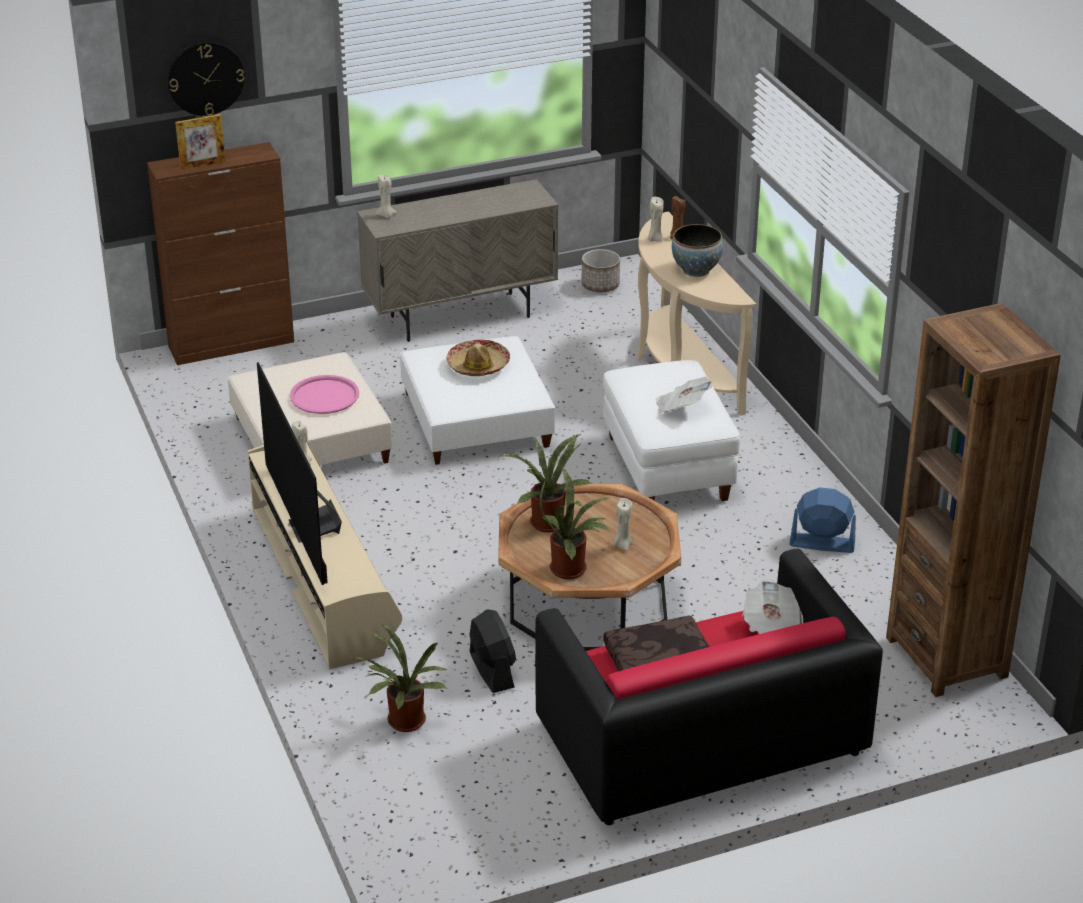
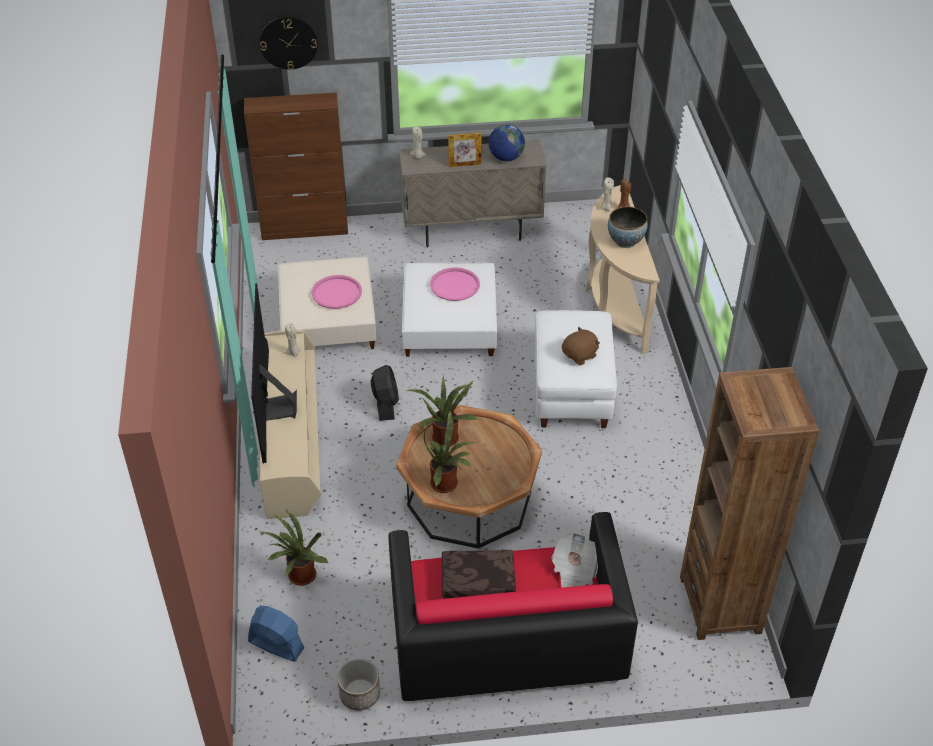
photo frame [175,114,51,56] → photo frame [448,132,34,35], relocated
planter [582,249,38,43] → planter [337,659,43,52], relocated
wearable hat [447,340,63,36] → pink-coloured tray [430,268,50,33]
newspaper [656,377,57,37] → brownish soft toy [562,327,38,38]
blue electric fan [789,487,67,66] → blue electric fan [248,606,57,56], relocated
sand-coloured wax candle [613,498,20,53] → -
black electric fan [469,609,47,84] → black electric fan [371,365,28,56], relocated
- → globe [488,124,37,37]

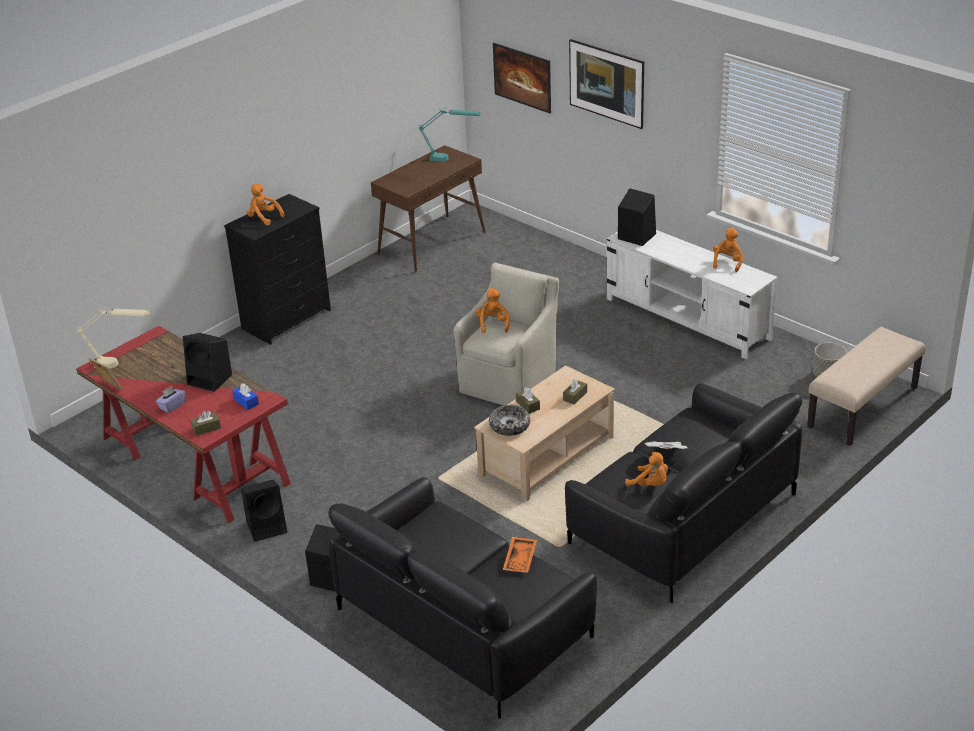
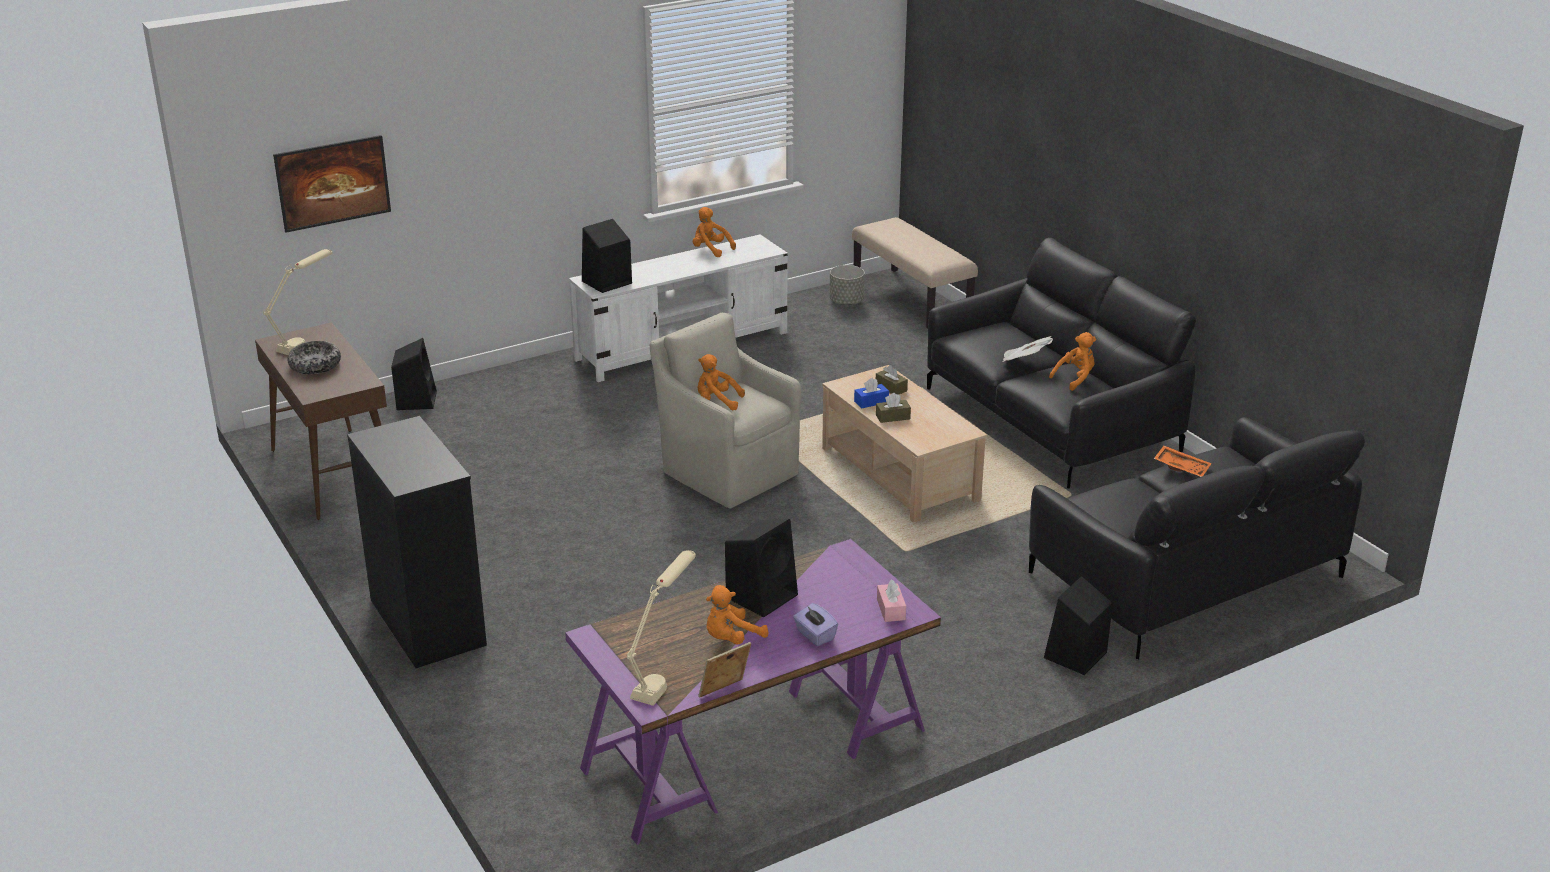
wall art [569,39,75,109] → -
turquoise-coloured lamp for a table [419,108,62,54] → sand-coloured lamp for a table [263,249,70,106]
orange soft toy [247,184,37,42] → orange soft toy [706,585,62,60], relocated
reddish desk [76,326,215,198] → purplish desk [565,539,376,306]
blue tissue box [232,383,27,27] → blue tissue box [854,378,35,30], relocated
serving bowl [489,405,41,31] → serving bowl [287,341,54,33], relocated
brownish tissue box [191,411,30,25] → pink-coloured tissue box [877,580,29,42]
black loudspeaker [241,480,46,62] → black loudspeaker [391,338,46,72], relocated

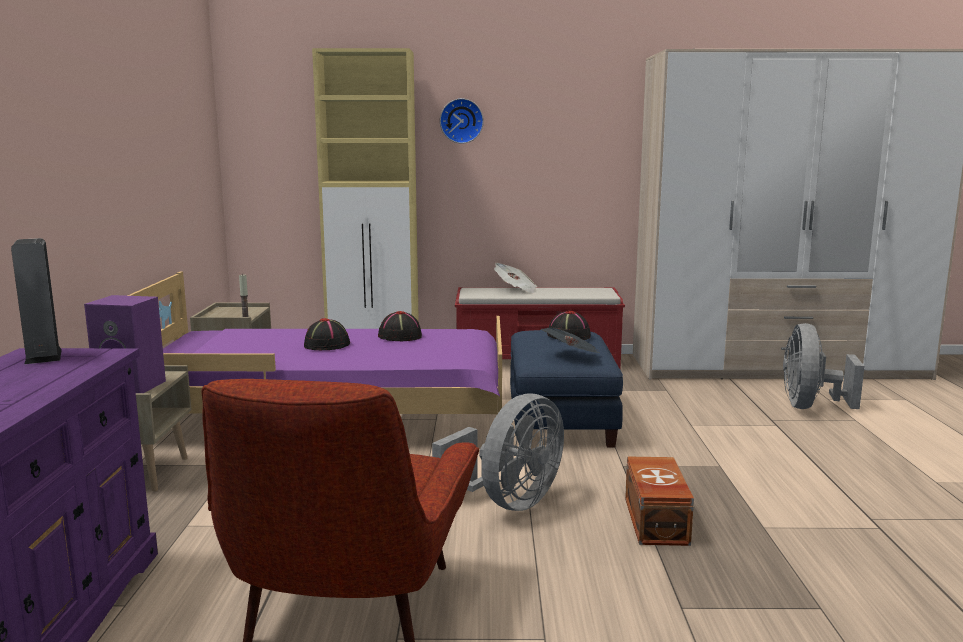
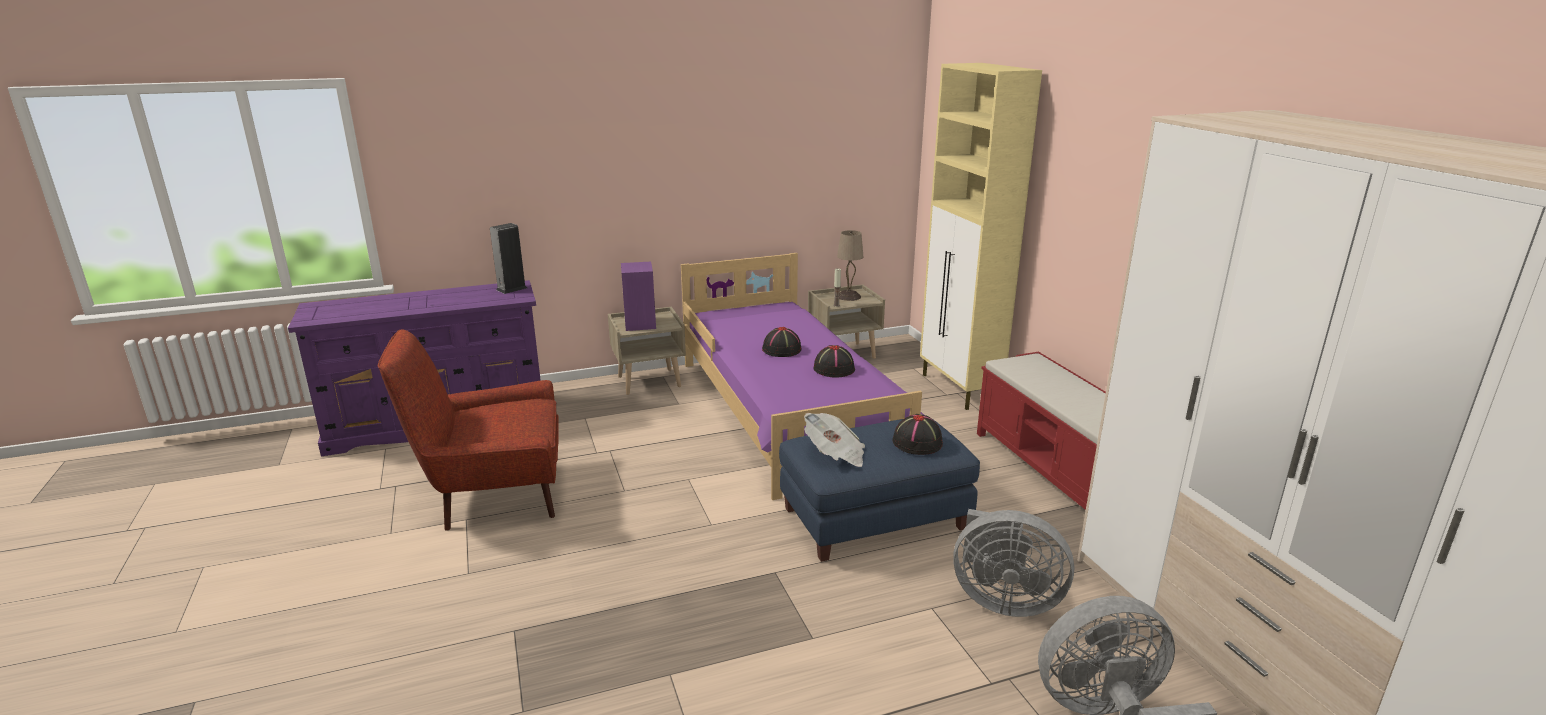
hanging clock [440,98,44,46] → -
newspaper [494,263,43,30] → -
grey electric fan [432,394,132,117] → grey electric fan [953,509,122,108], relocated
brownish storage container [625,456,69,90] → -
- → sand-coloured lamp for a table [837,230,26,71]

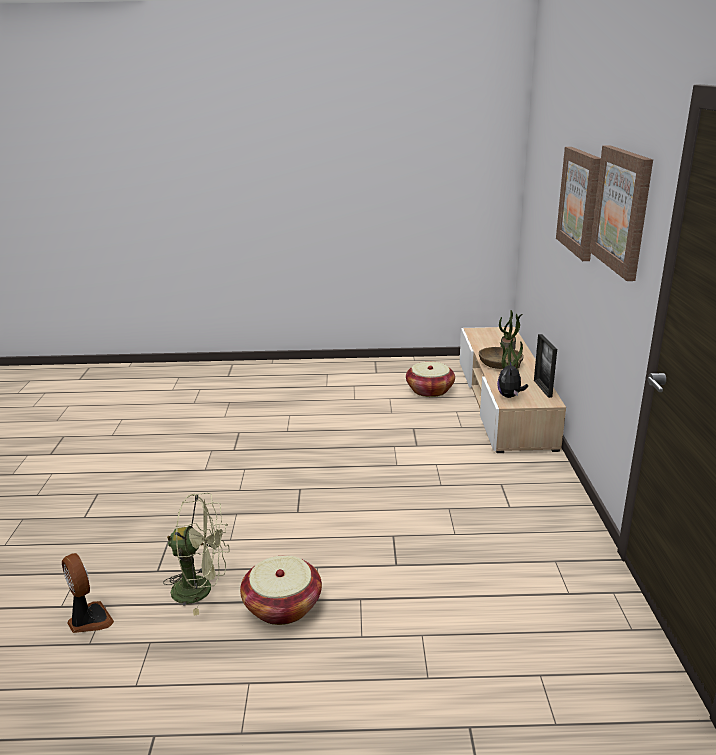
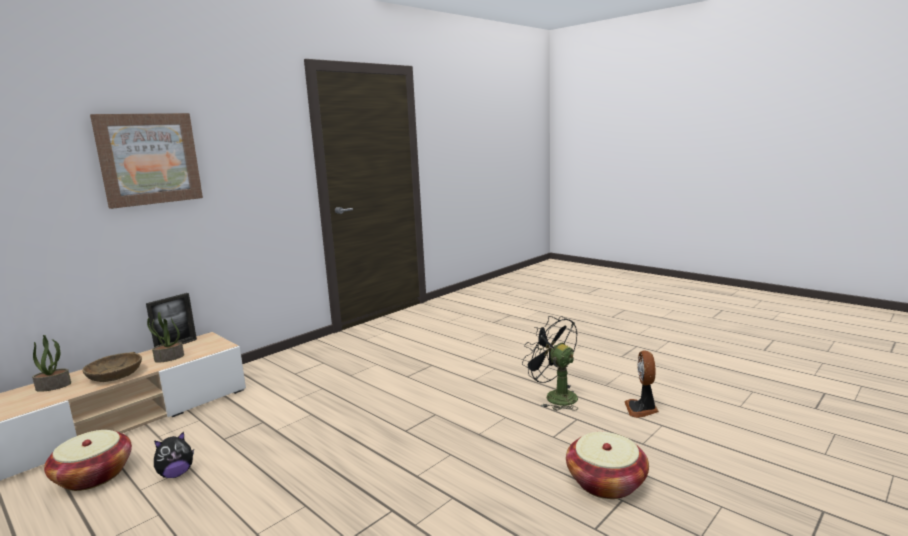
wall art [590,145,63,136] → -
soft toy [497,362,31,36] → soft toy [154,431,40,47], relocated
green electric fan [163,493,67,123] → black electric fan [522,316,56,95]
basket [240,555,82,70] → basket [566,432,83,67], relocated

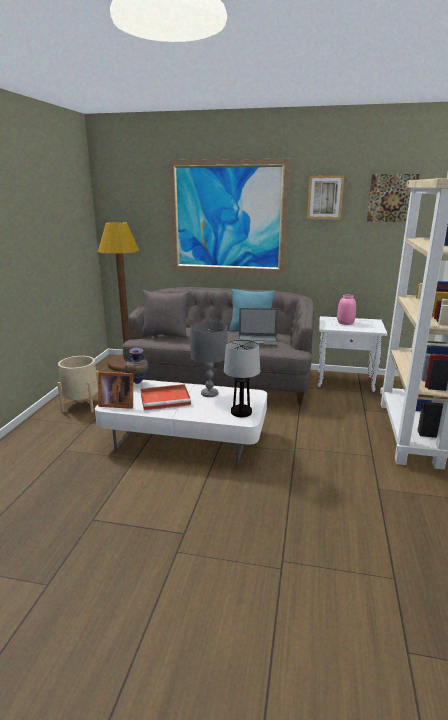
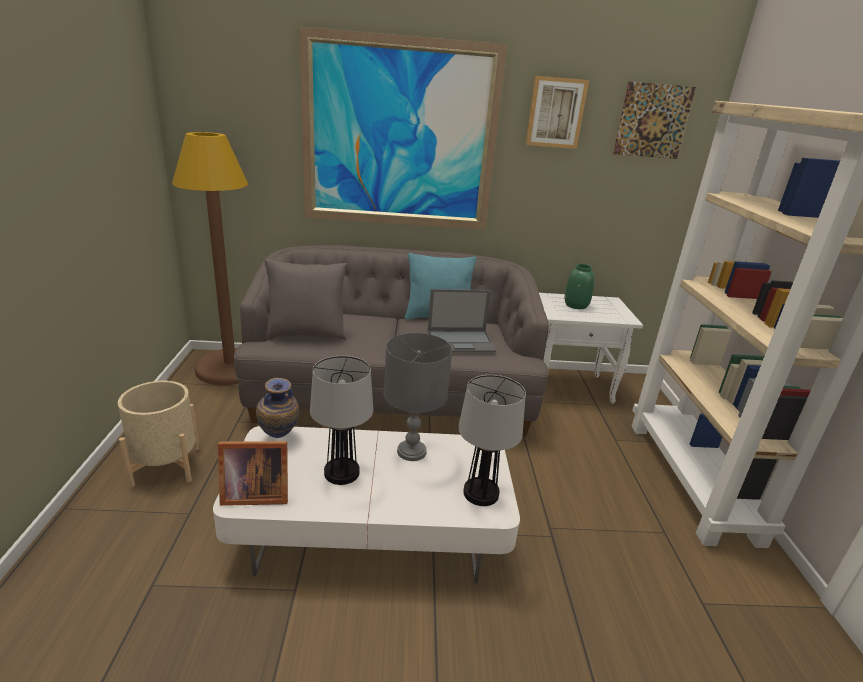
pink-coloured flower vase [337,295,19,30] → green flower vase [564,264,31,45]
reddish tray [140,384,51,26] → lamp for a table [310,356,63,129]

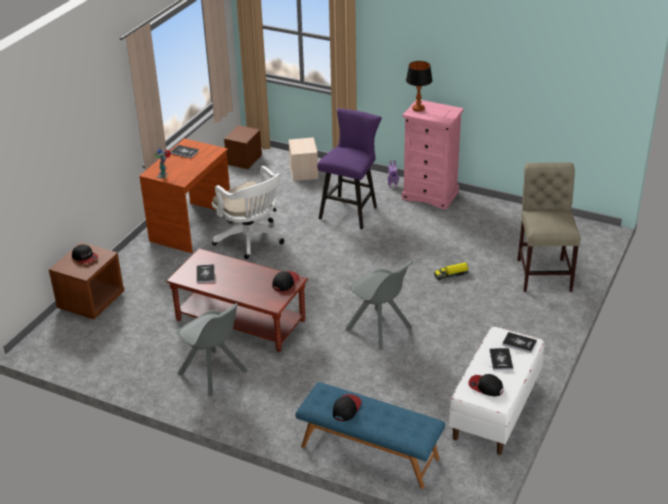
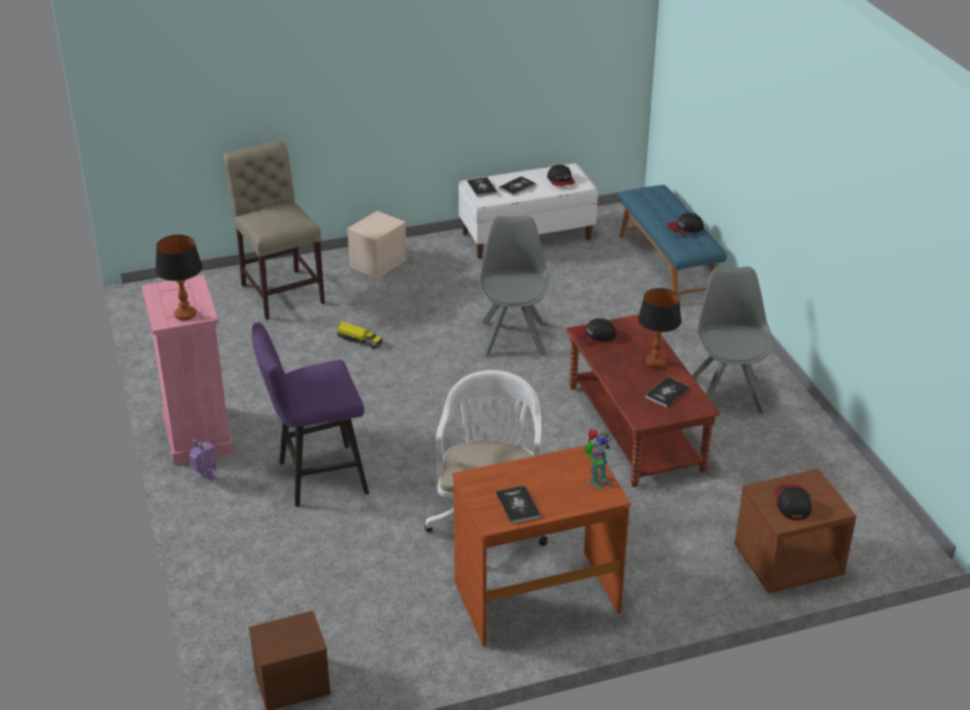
sand-coloured storage container [288,137,31,44] → sand-coloured storage container [347,211,60,68], relocated
sand-coloured plain chair [517,162,64,130] → sand-coloured plain chair [223,141,102,179], 105 degrees clockwise
- → lamp for a table [638,288,44,80]

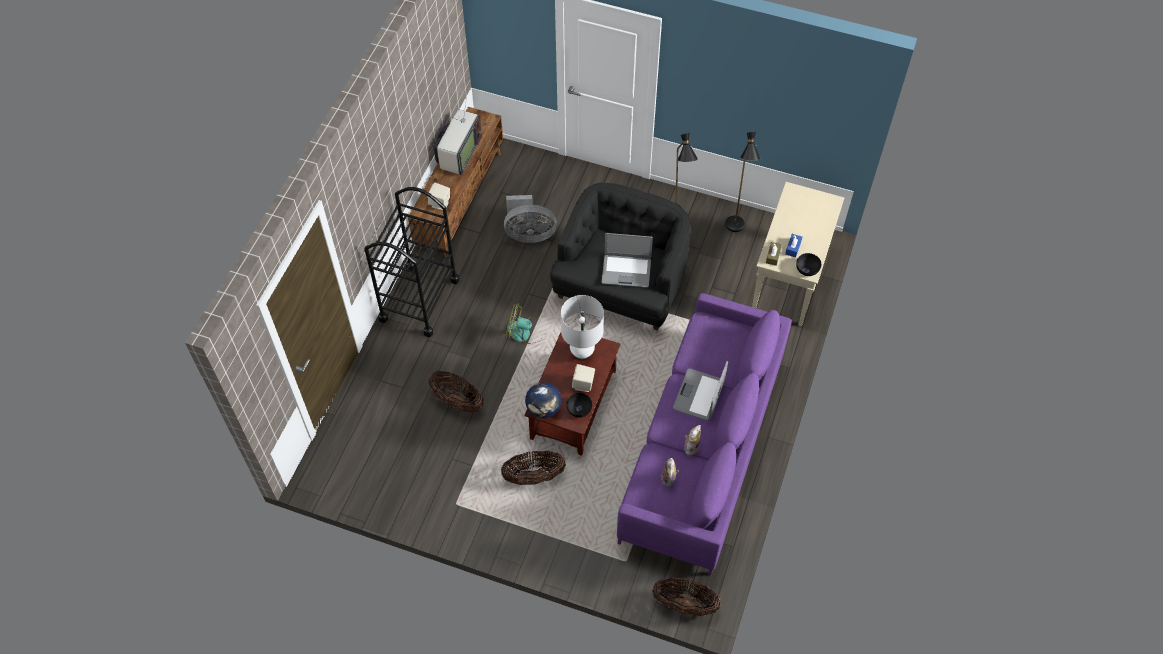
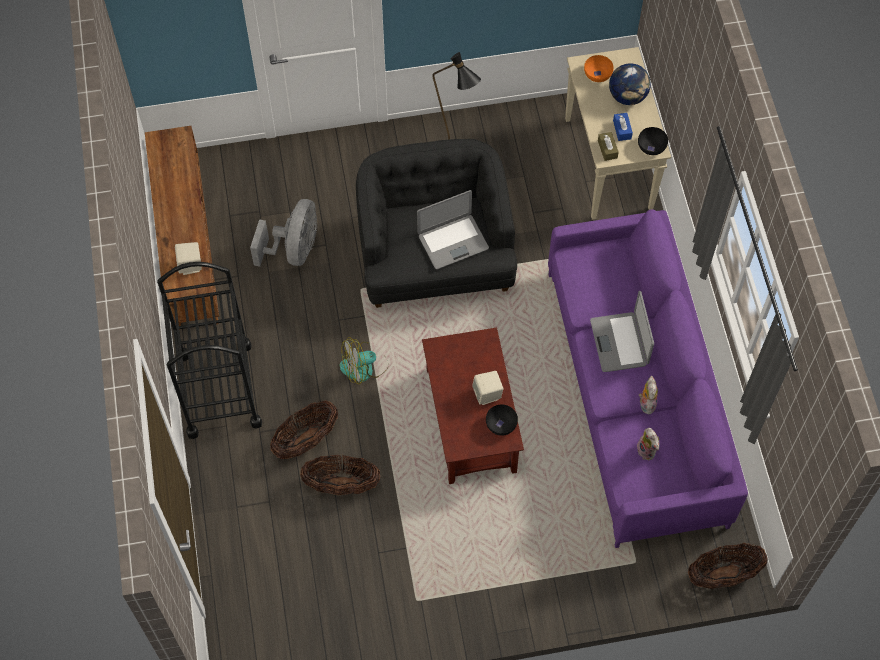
TV [433,95,49,80] → -
black floor lamp [725,132,35,100] → -
grey electric fan [504,195,53,48] → grey electric fan [250,199,67,68], 45 degrees counterclockwise
white lamp for a table [561,295,43,66] → -
globe [525,382,36,37] → globe [609,63,42,42], relocated
basket [501,450,65,35] → basket [270,401,68,58], relocated
- → orange serving bowl [584,55,30,27]

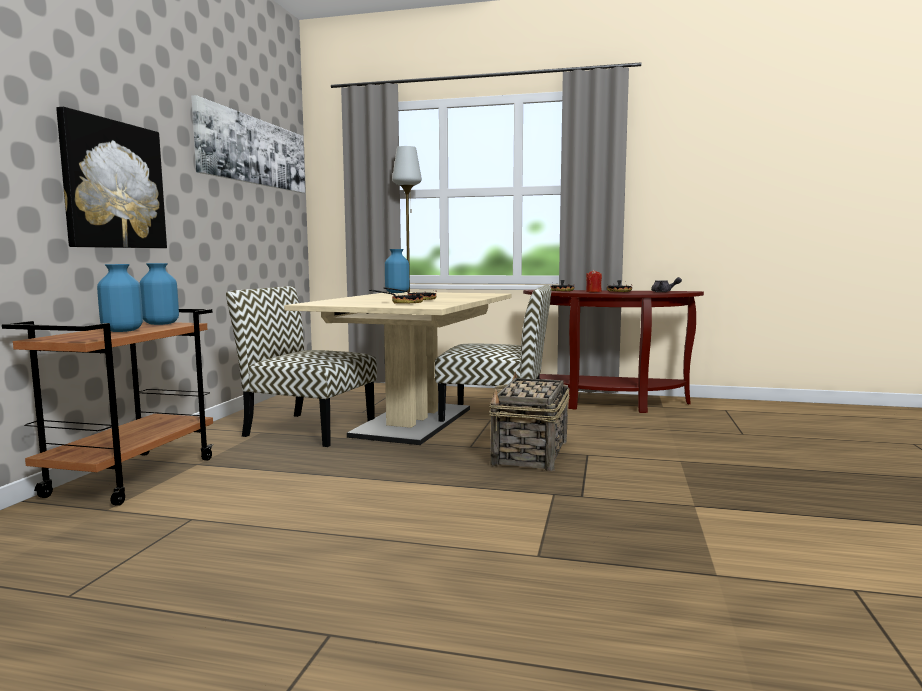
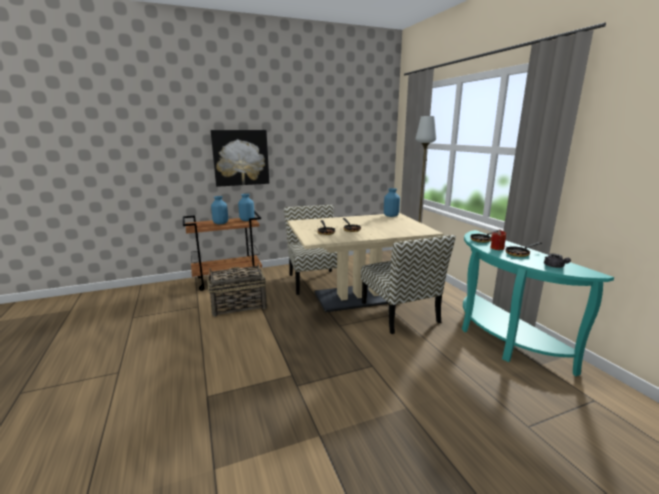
wall art [191,95,114,98] → -
brownish hall table [523,290,181,123] → turquoise-coloured hall table [462,230,152,146]
basket [489,372,80,99] → basket [207,263,60,54], relocated

